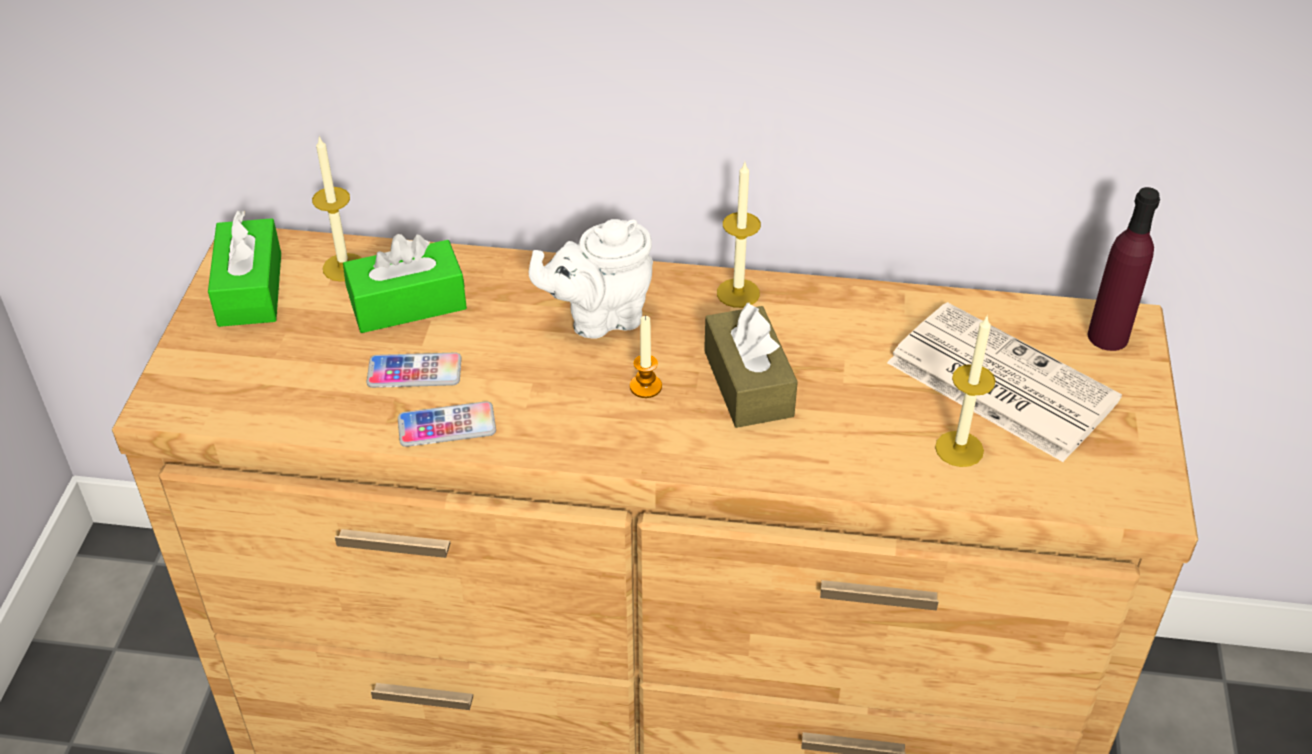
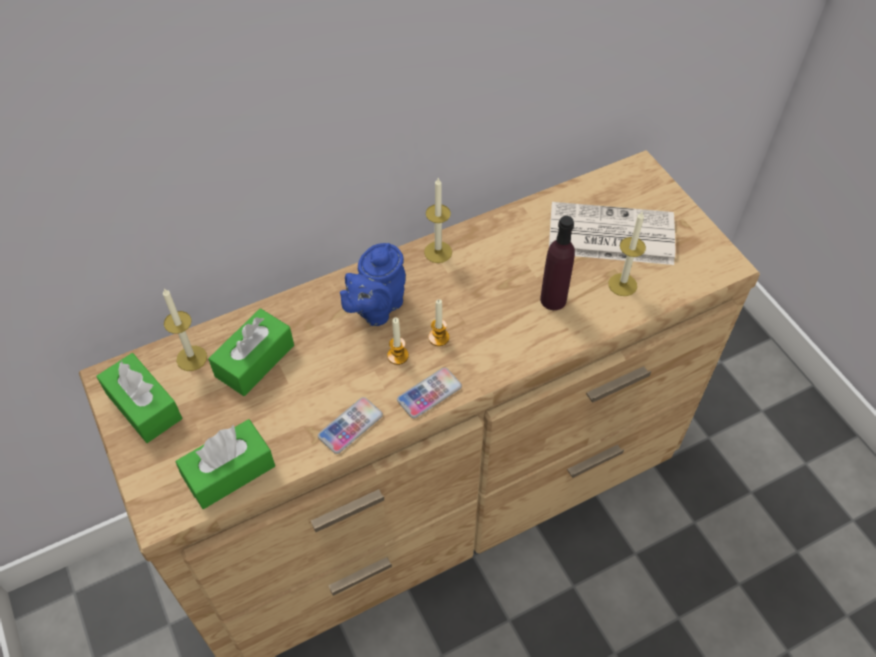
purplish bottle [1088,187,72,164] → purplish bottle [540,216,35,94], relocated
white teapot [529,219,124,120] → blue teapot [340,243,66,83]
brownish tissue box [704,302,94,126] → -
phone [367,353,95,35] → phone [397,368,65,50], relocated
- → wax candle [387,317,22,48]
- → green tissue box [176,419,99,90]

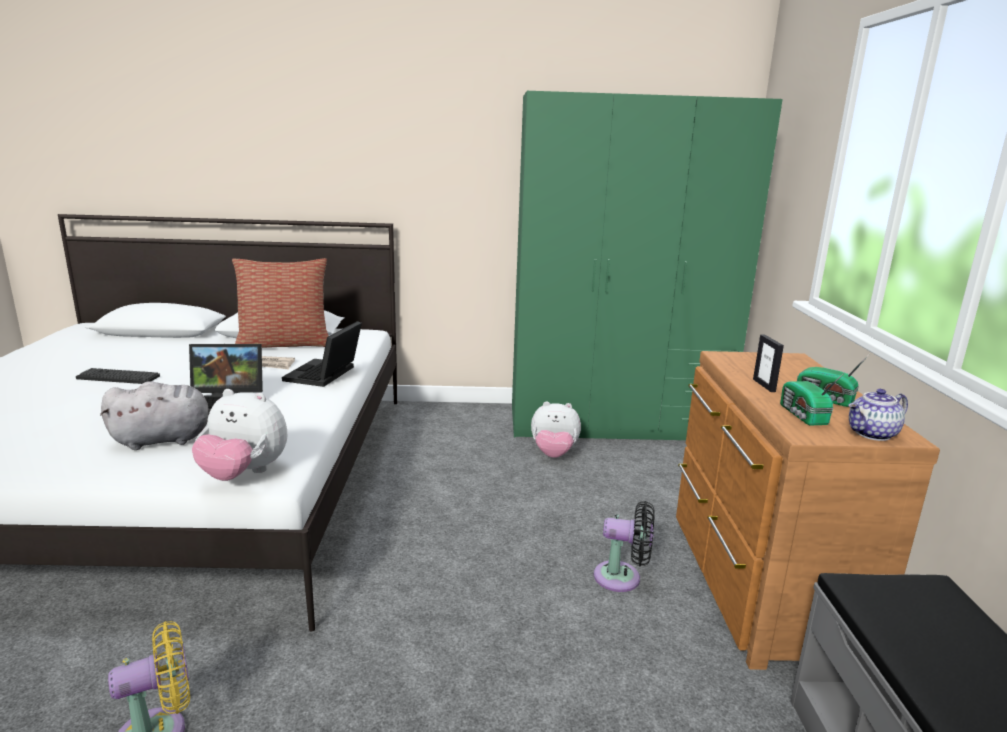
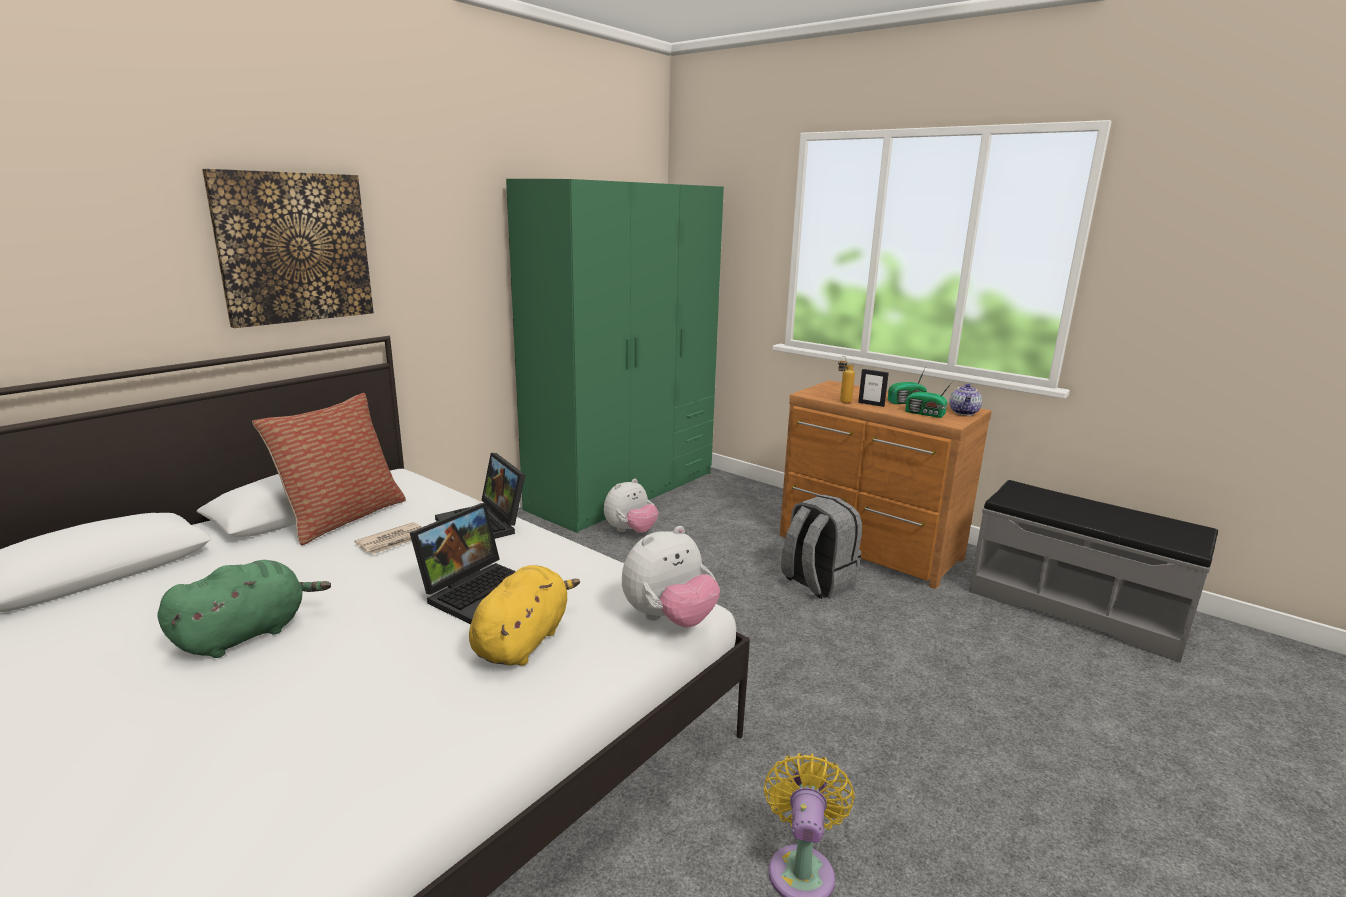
PC keyboard [76,368,84,16] → green soft toy [157,560,174,98]
grey soft toy [100,381,111,69] → yellow soft toy [469,565,111,101]
black electric fan [594,501,61,91] → grey rucksack [781,495,81,104]
- → wall art [202,169,172,159]
- → bottle [838,356,17,47]

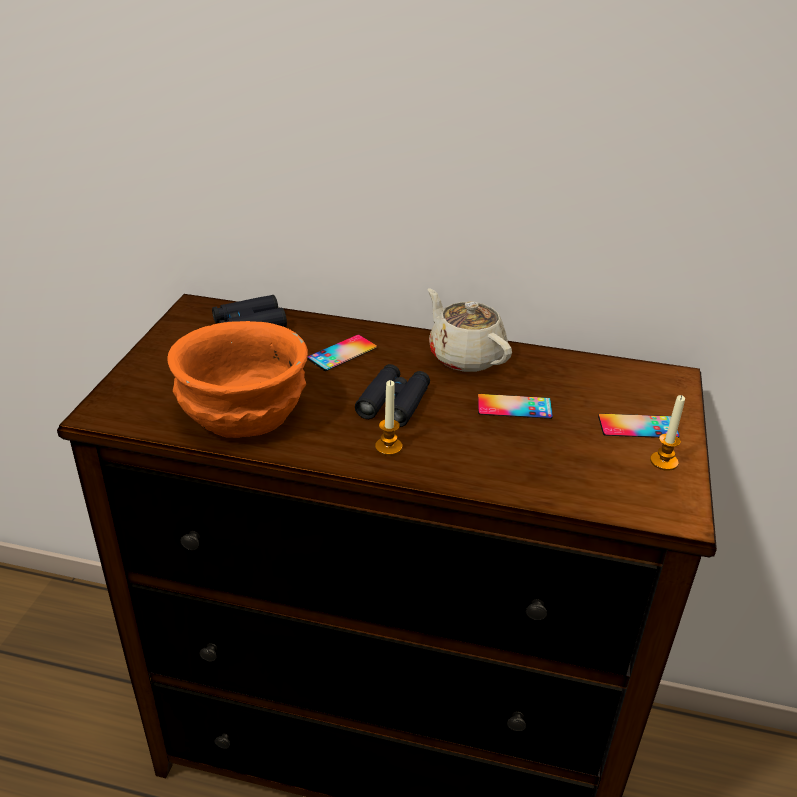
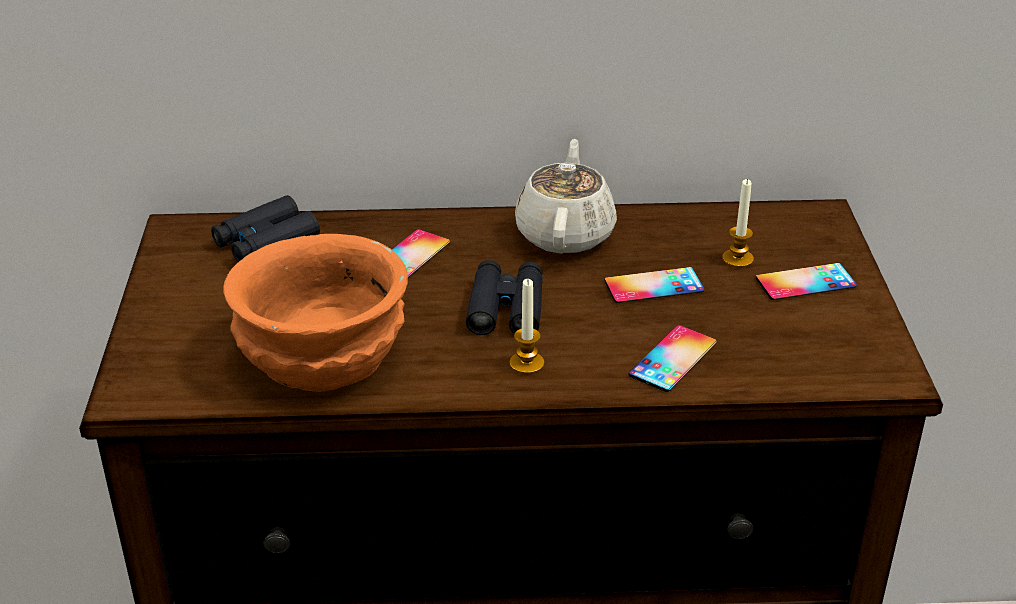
sand-coloured teapot [428,288,84,84] → sand-coloured teapot [515,139,102,115], 60 degrees clockwise
wax candle [650,395,35,76] → wax candle [722,179,32,89], relocated
- → phone [628,325,89,67]

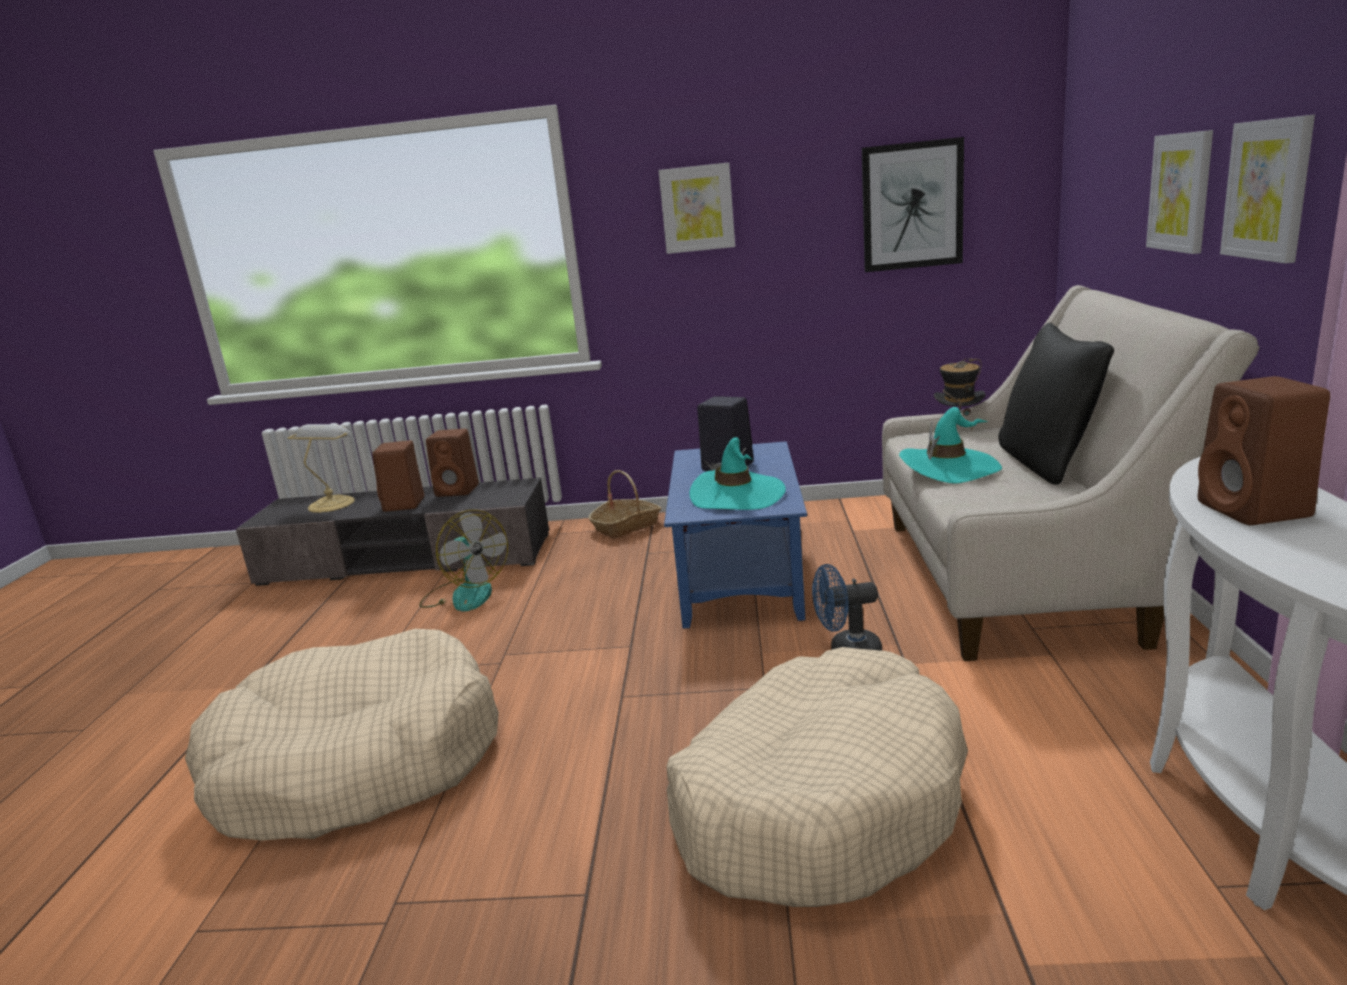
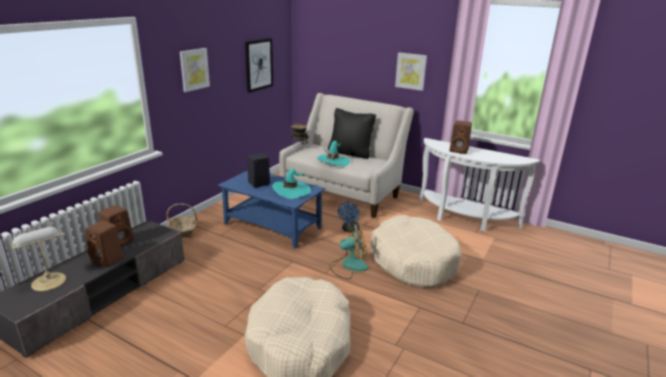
wall art [1146,130,67,124] → -
electric fan [419,510,89,101] → electric fan [329,223,40,56], relocated

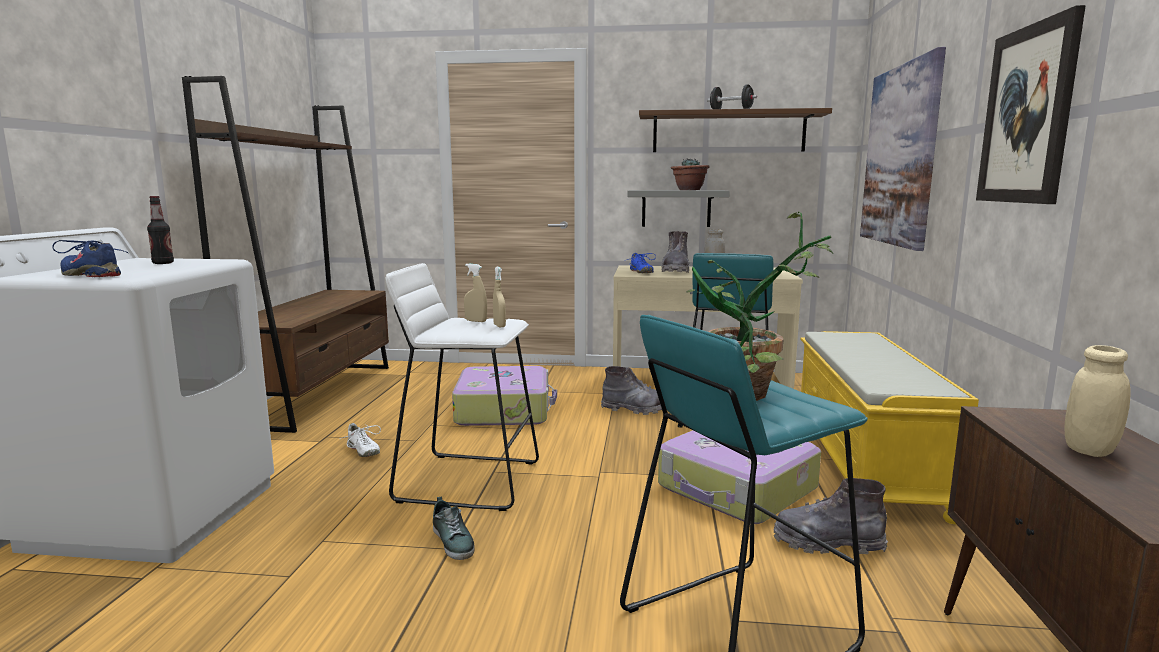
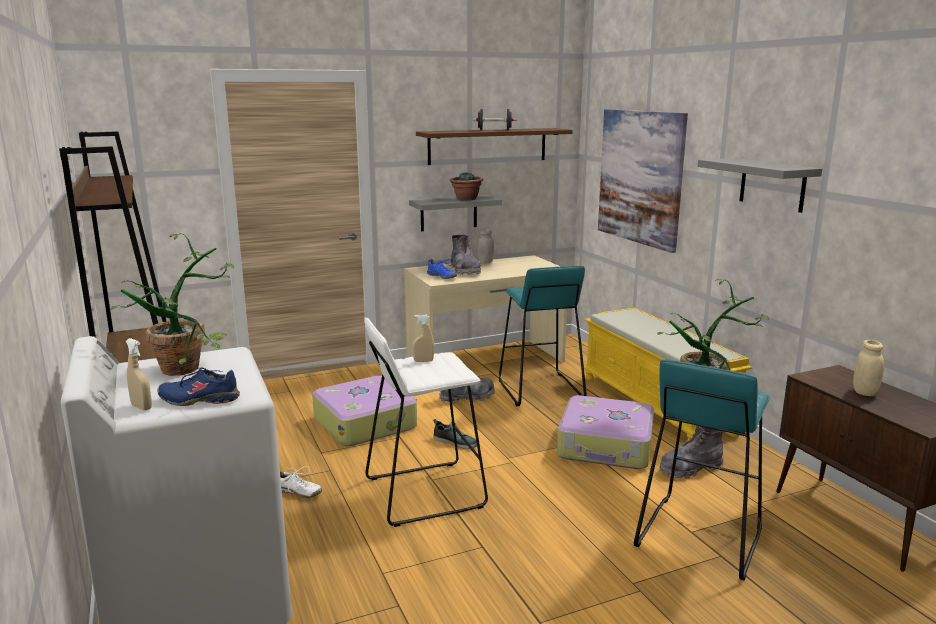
wall art [976,5,110,199] → grey bracket shelf [698,158,124,55]
bottle [147,196,27,68] → potted plant [110,233,124,143]
sand-coloured sprayer [493,267,13,60] → sand-coloured sprayer [126,338,26,72], relocated
low shoe [433,497,42,63] → low shoe [433,419,44,30], relocated

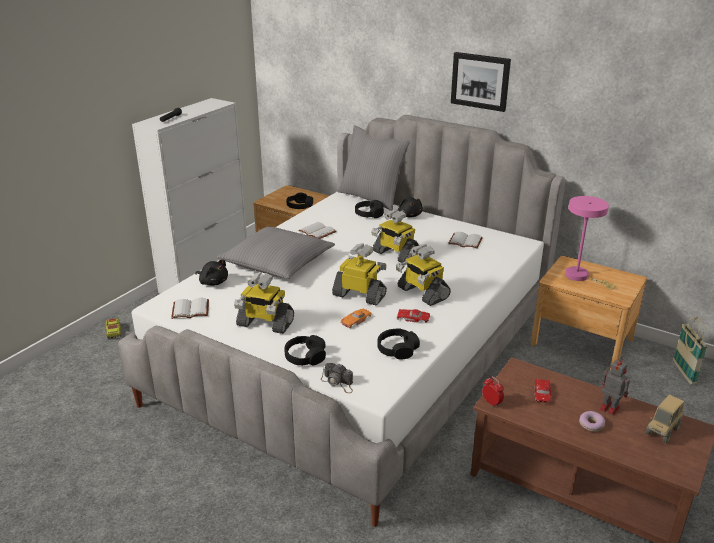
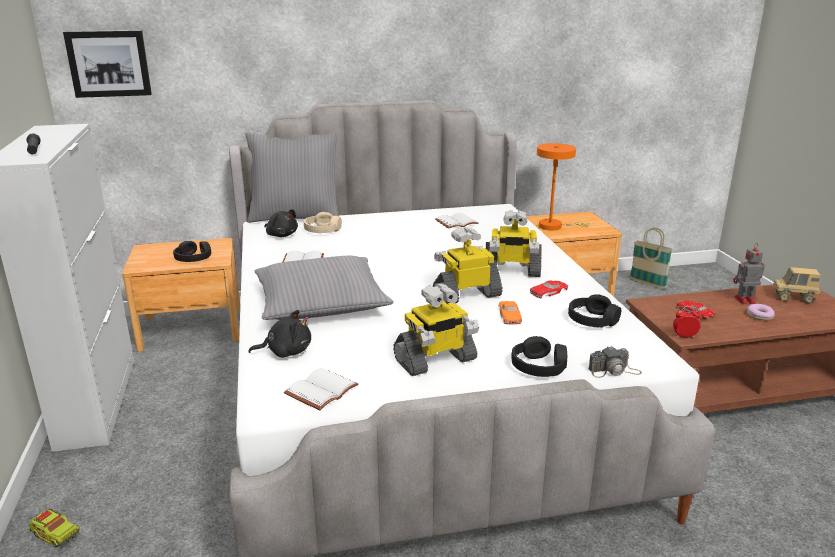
wall art [451,52,60,60] → wall art [63,30,89,68], relocated
pink-coloured lamp for a table [565,196,51,93] → orange lamp for a table [537,143,54,87]
black soft toy [398,197,25,21] → black soft toy [264,209,34,28], relocated
black pair of headphones [355,200,29,18] → sand-coloured pair of headphones [304,212,38,21]
robot figure [371,209,48,54] → -
toy truck [646,395,38,48] → toy truck [773,267,48,37], 105 degrees clockwise

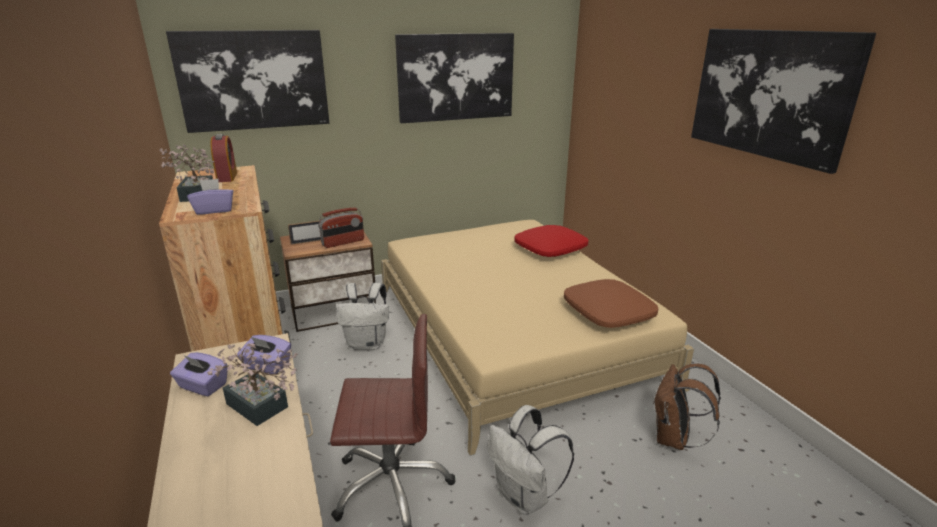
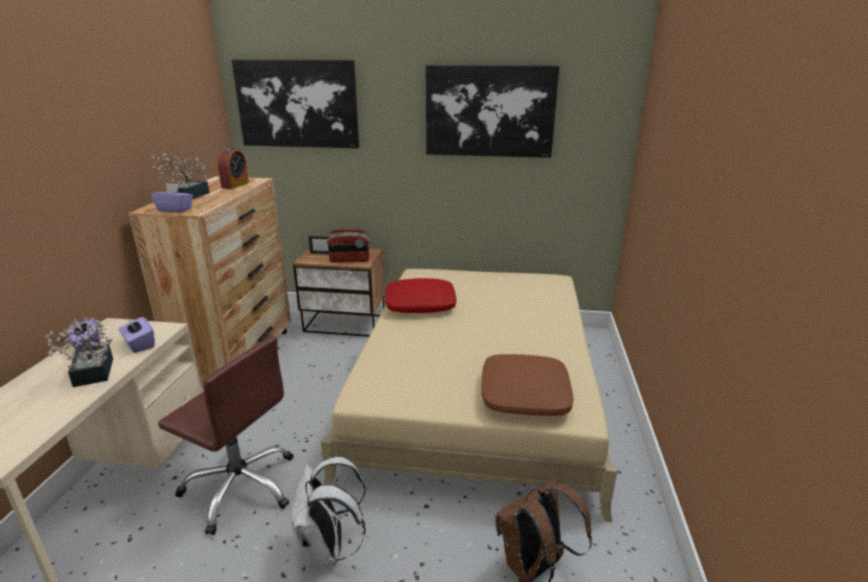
wall art [691,29,185,145] → -
reddish throw pillow [514,225,74,32] → reddish throw pillow [385,278,71,35], relocated
white rucksack [336,283,53,67] → -

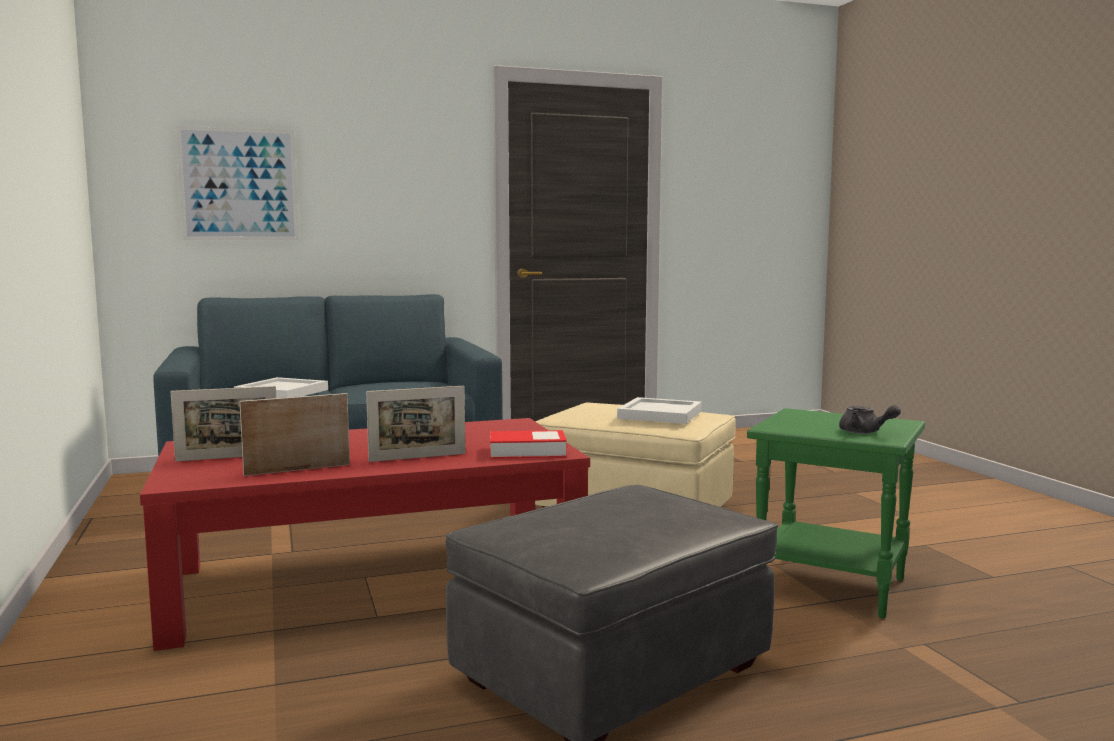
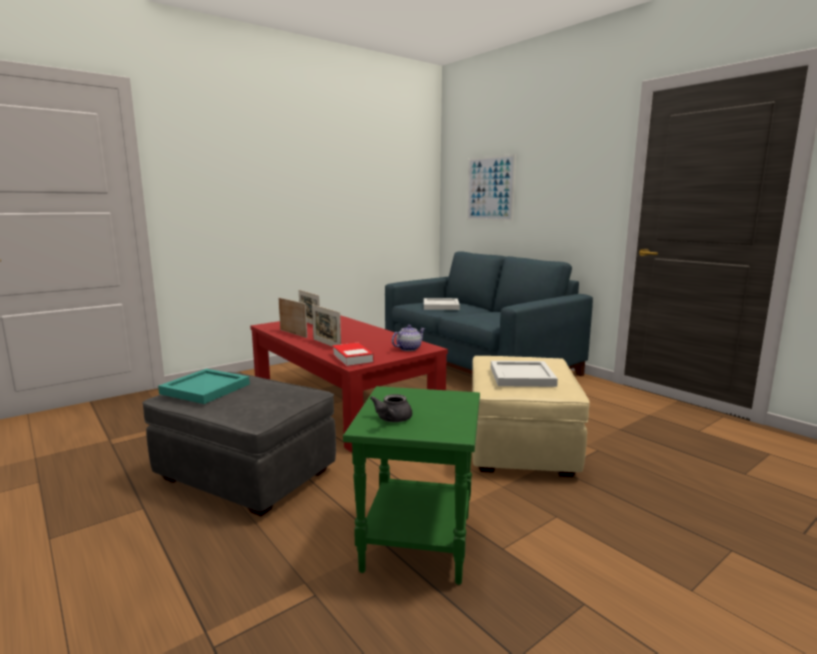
- → teapot [392,325,33,26]
- → turquoise-coloured tray [158,369,92,35]

